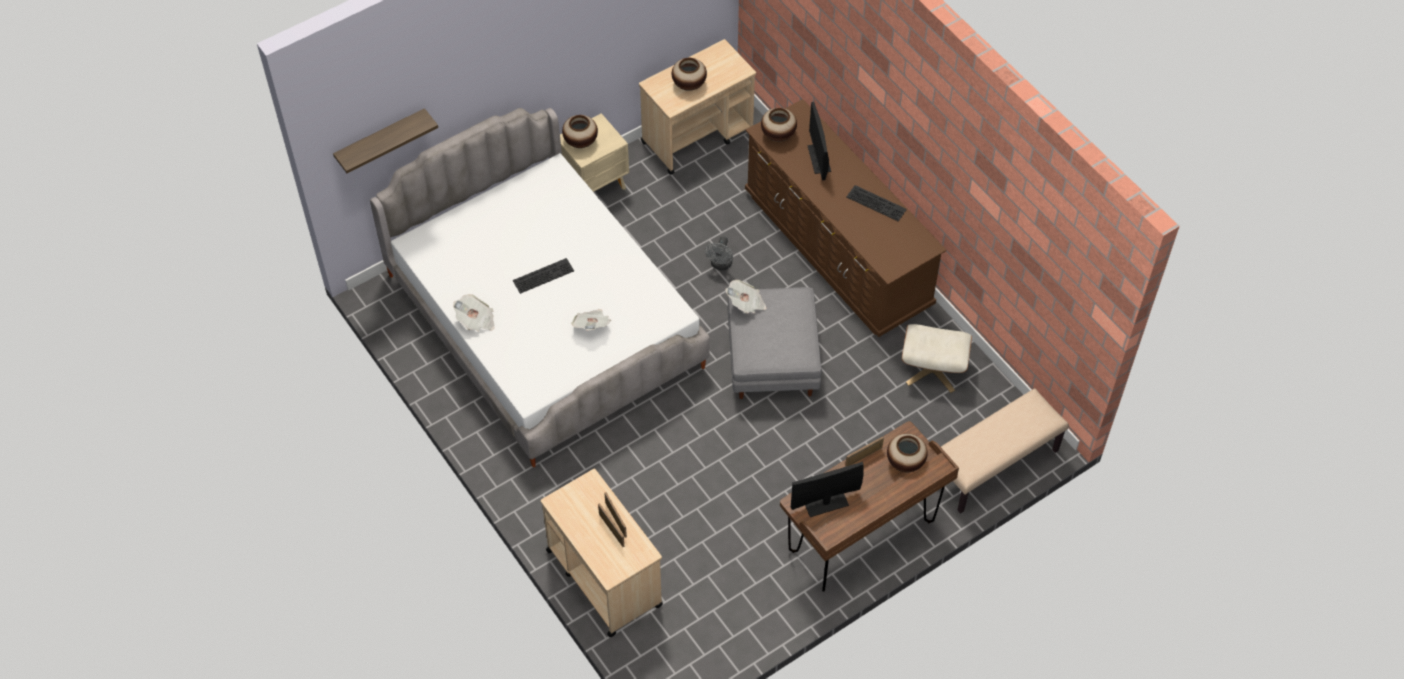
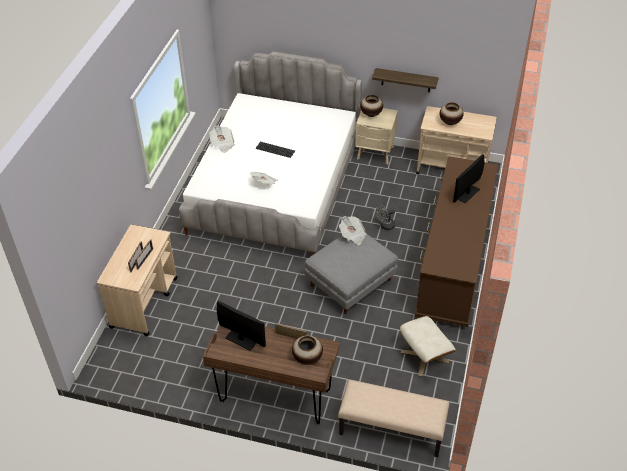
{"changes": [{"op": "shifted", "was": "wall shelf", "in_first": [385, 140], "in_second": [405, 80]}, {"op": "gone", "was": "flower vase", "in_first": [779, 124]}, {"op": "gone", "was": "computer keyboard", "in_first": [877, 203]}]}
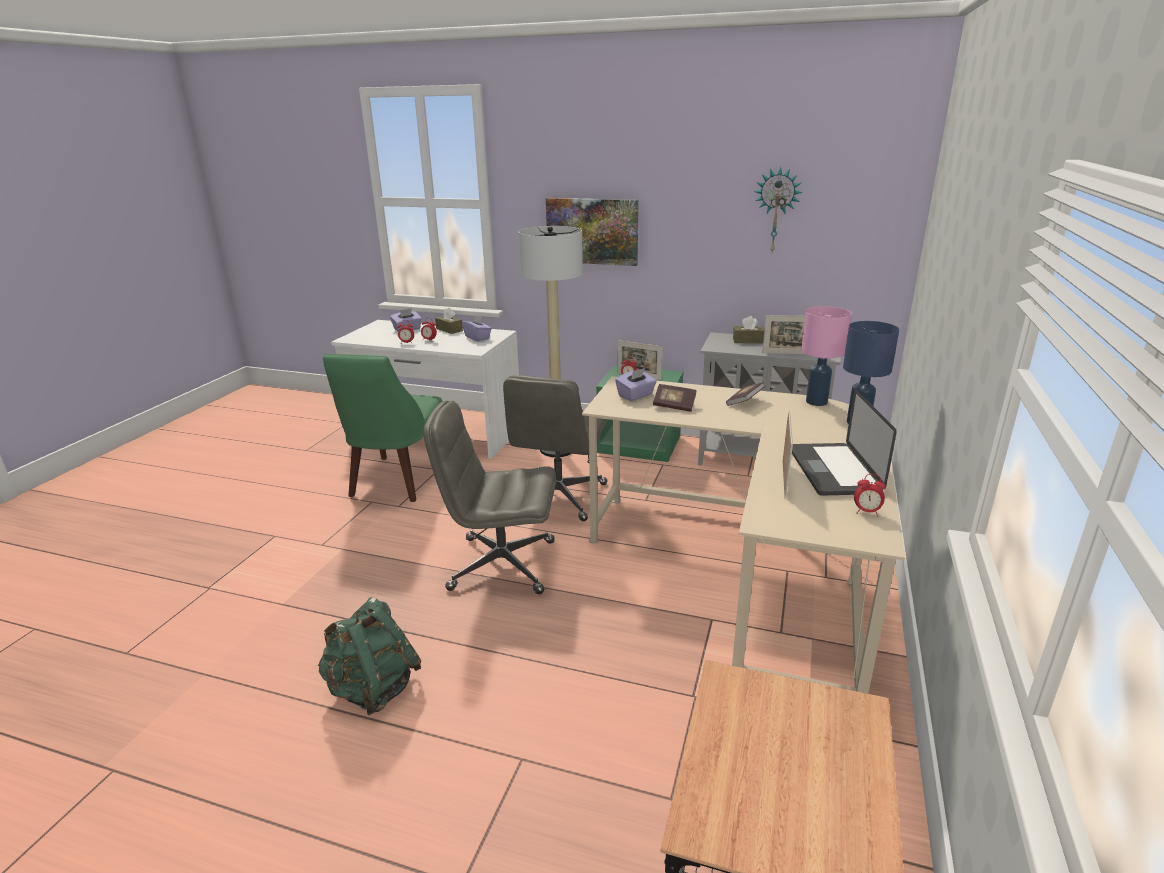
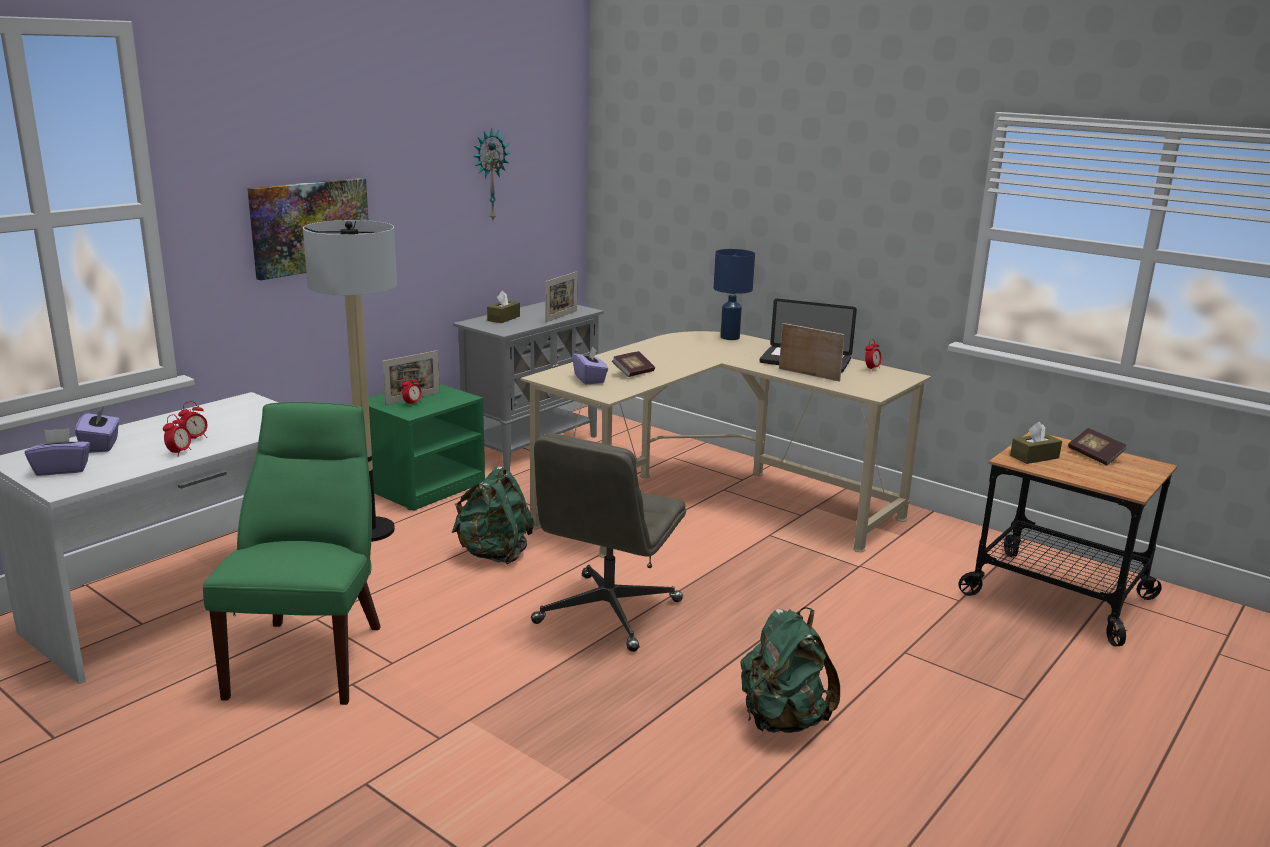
{"changes": [{"op": "gone", "was": "pink lamp for a table", "in_first": [826, 356]}, {"op": "shifted", "was": "brown-coloured tissue holder", "in_first": [449, 321], "in_second": [1036, 443]}, {"op": "shifted", "was": "purple tissue holder", "in_first": [477, 328], "in_second": [57, 452]}, {"op": "rotated", "was": "greenish plain chair", "in_first": [382, 428], "in_second": [292, 553], "clockwise": -120}, {"op": "swapped", "was": "grey desk chair", "now": "greenish knapsack", "in_first": [555, 448], "in_second": [492, 515]}, {"op": "shifted", "was": "volume", "in_first": [745, 394], "in_second": [1097, 446]}]}
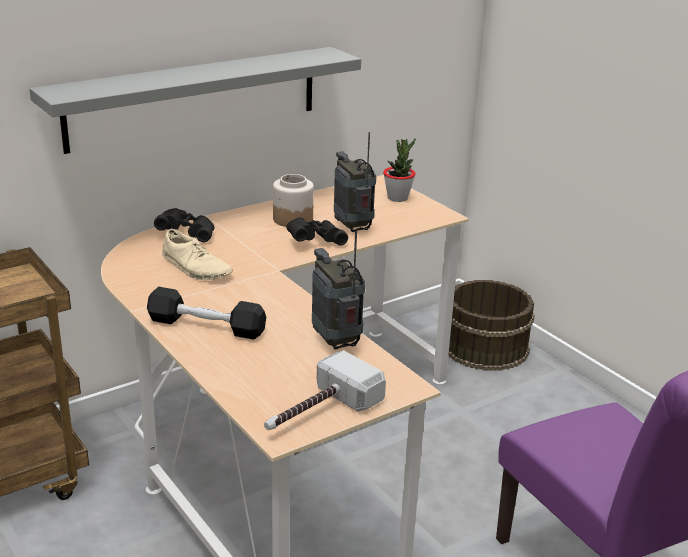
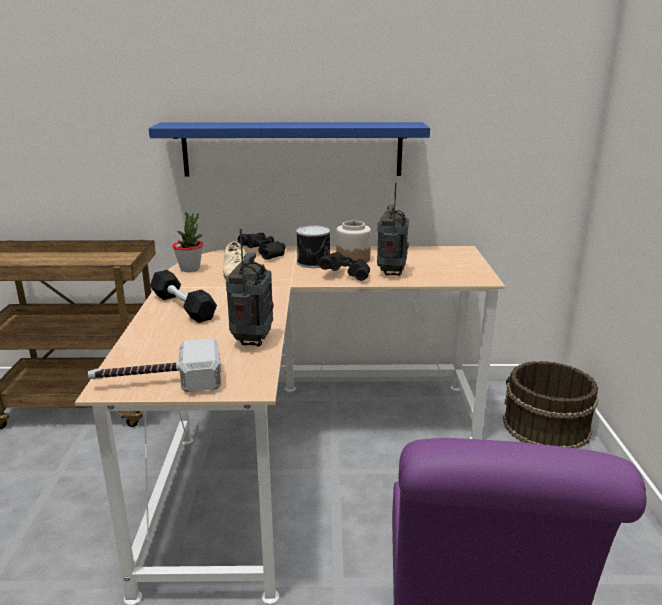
{"changes": [{"op": "repainted", "was": "grey wall shelf", "now": "bluish wall shelf", "in_first": [195, 100], "in_second": [289, 149]}, {"op": "shifted", "was": "plant in a pot", "in_first": [399, 170], "in_second": [187, 242]}, {"op": "new", "now": "sealed can", "in_second": [313, 246]}]}
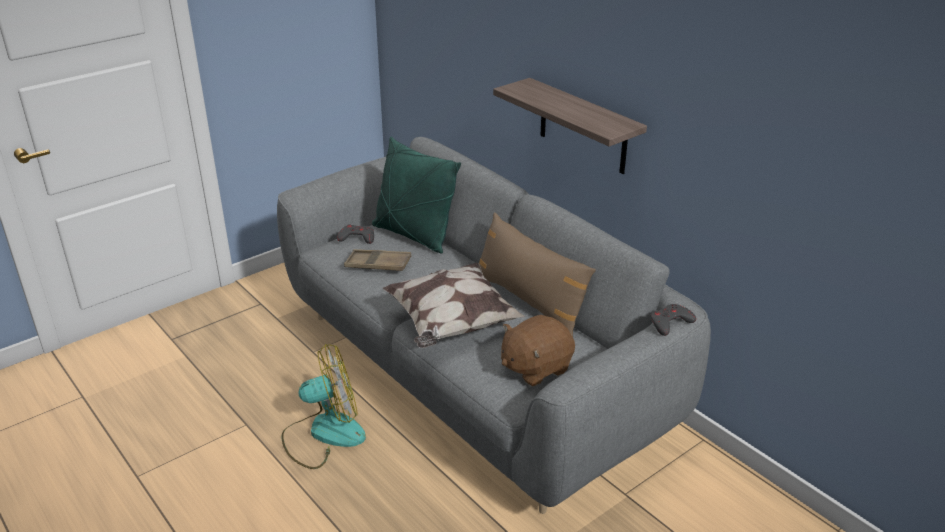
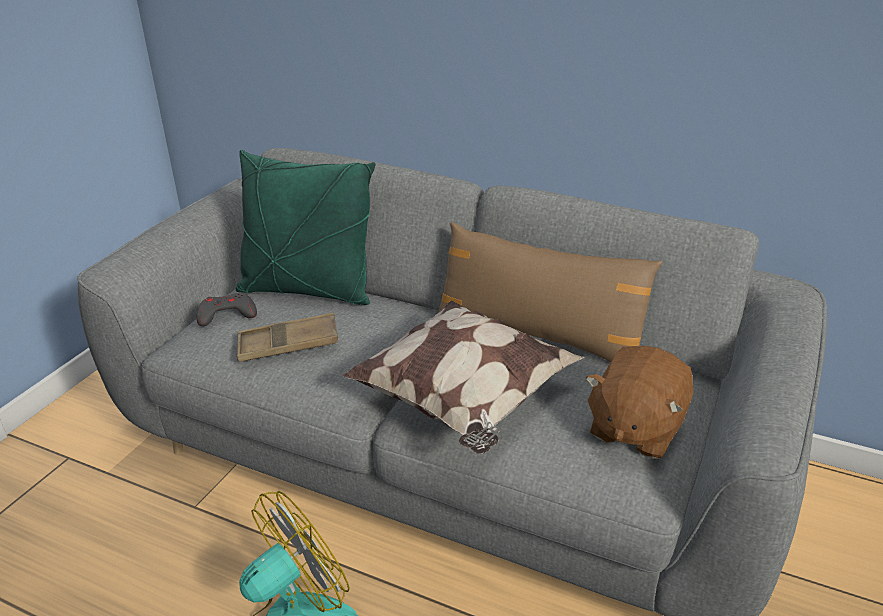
{"changes": [{"op": "gone", "was": "wall shelf", "in_first": [570, 126]}, {"op": "gone", "was": "grey gamepad", "in_first": [673, 320]}]}
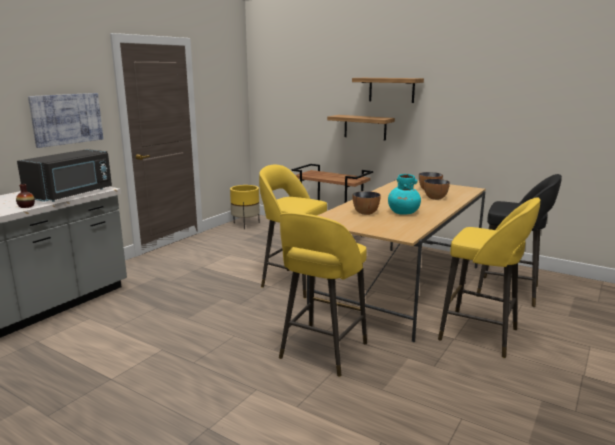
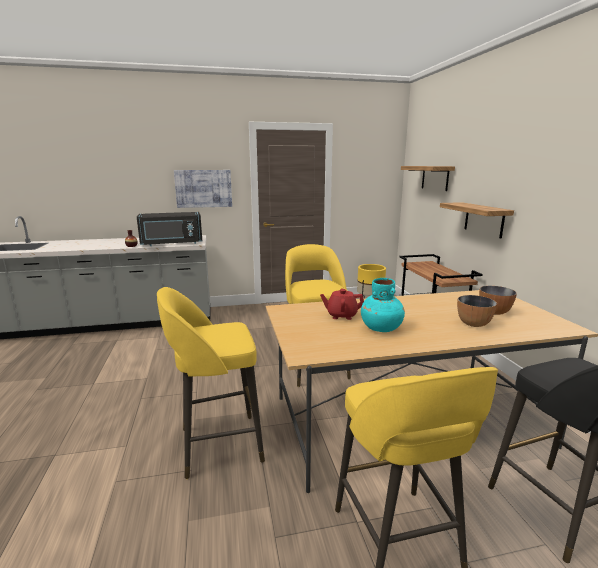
{"changes": [{"op": "shifted", "was": "wall shelf", "in_first": [388, 90], "in_second": [428, 178]}, {"op": "swapped", "was": "bowl", "now": "reddish pot for tea", "in_first": [366, 203], "in_second": [342, 304]}]}
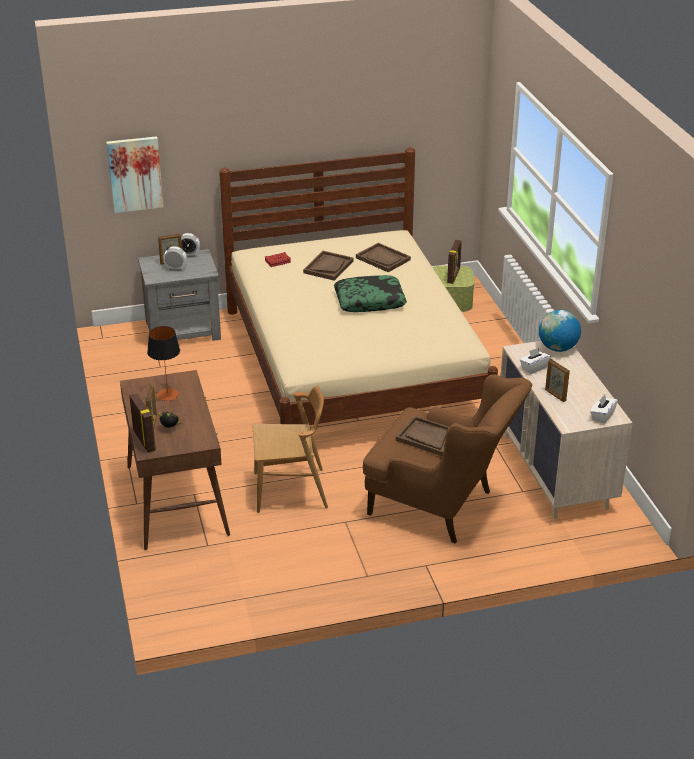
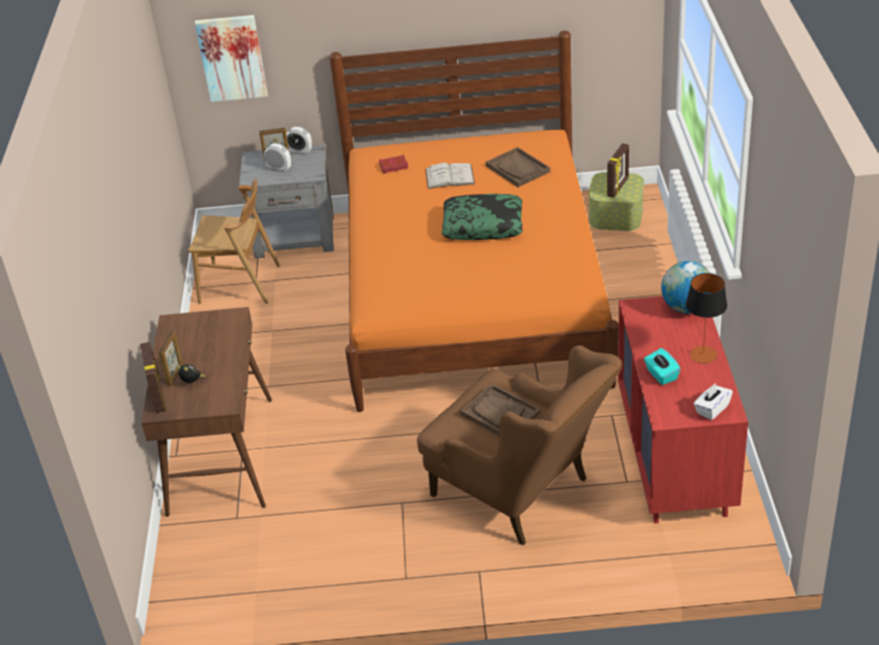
{"changes": [{"op": "repainted", "was": "beige bed", "now": "orangey bed", "in_first": [358, 286], "in_second": [474, 221]}, {"op": "swapped", "was": "brown-coloured tray", "now": "whitish volume", "in_first": [328, 266], "in_second": [450, 176]}, {"op": "shifted", "was": "lamp for a table", "in_first": [163, 363], "in_second": [706, 318]}, {"op": "repainted", "was": "beige chest of drawers", "now": "reddish chest of drawers", "in_first": [567, 430], "in_second": [683, 410]}, {"op": "gone", "was": "whitish tissue holder", "in_first": [535, 361]}, {"op": "swapped", "was": "photo frame", "now": "turquoise tissue holder", "in_first": [557, 380], "in_second": [662, 366]}, {"op": "shifted", "was": "brown-coloured plain chair", "in_first": [290, 449], "in_second": [234, 241]}]}
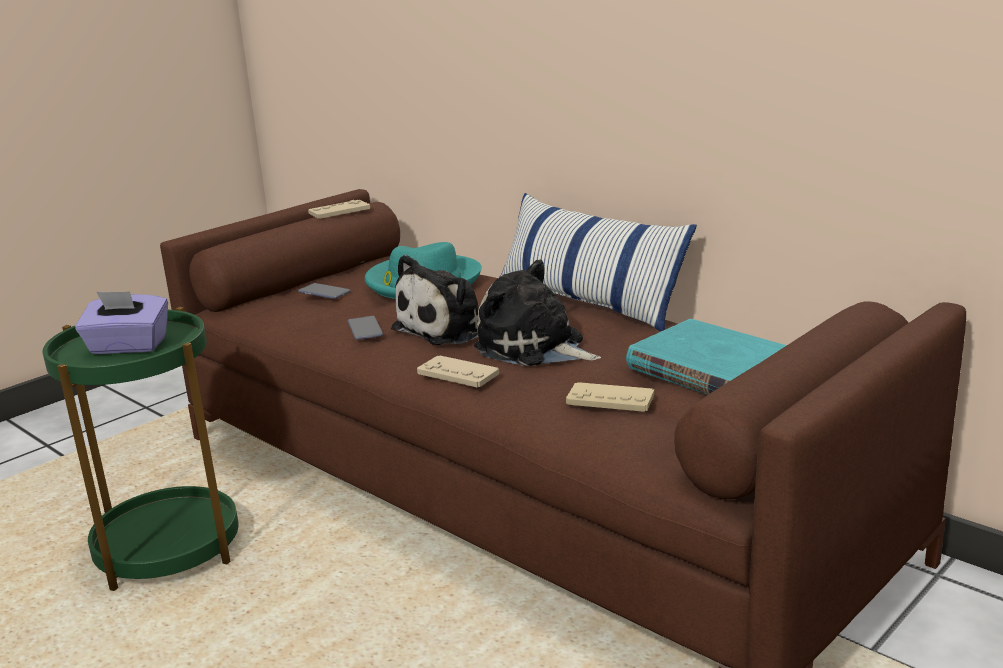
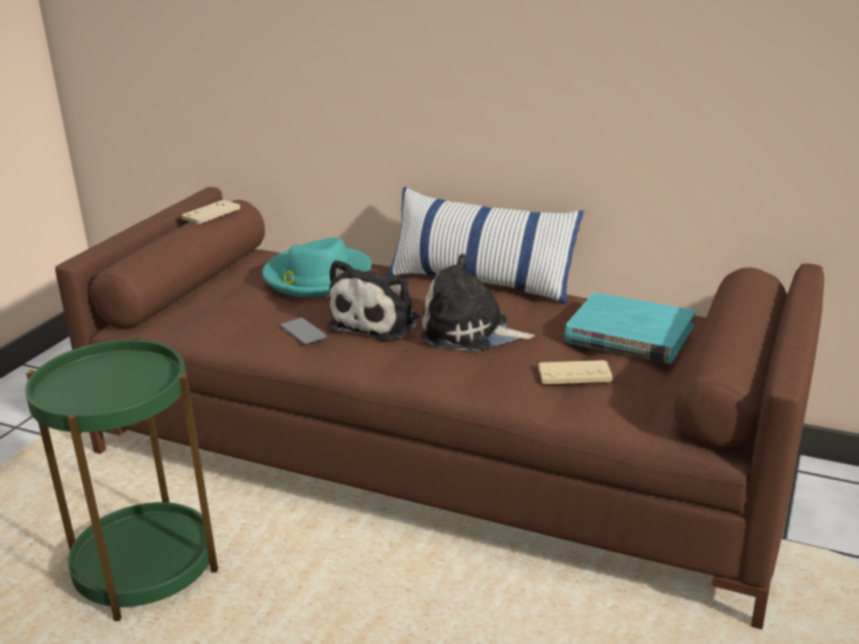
{"changes": [{"op": "gone", "was": "phone", "in_first": [324, 291]}, {"op": "gone", "was": "purple tissue holder", "in_first": [121, 322]}, {"op": "gone", "was": "beige gamepad", "in_first": [458, 371]}]}
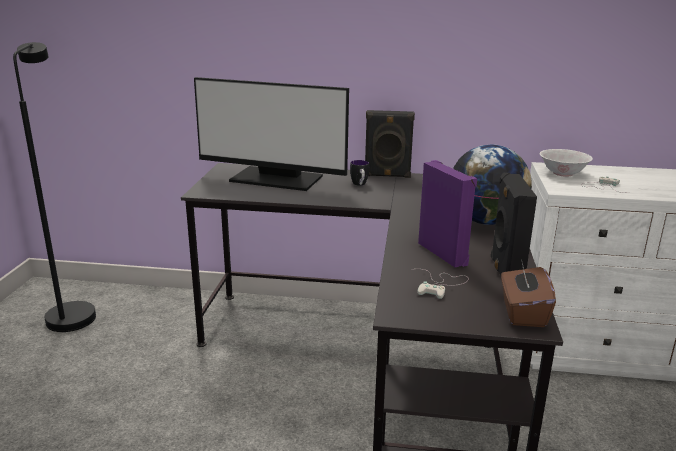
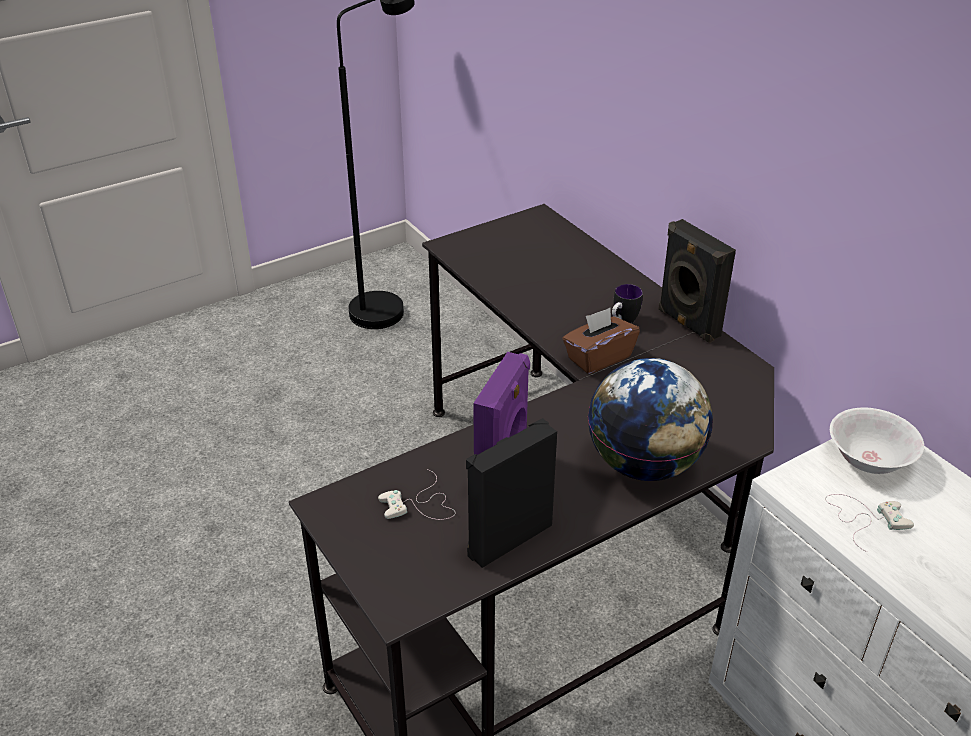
{"changes": [{"op": "gone", "was": "monitor", "in_first": [271, 134]}, {"op": "shifted", "was": "brown-coloured tissue holder", "in_first": [528, 293], "in_second": [601, 341]}]}
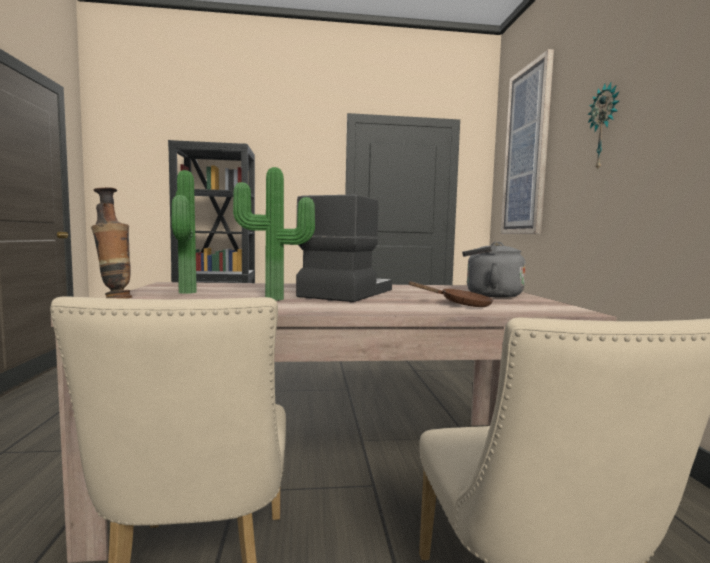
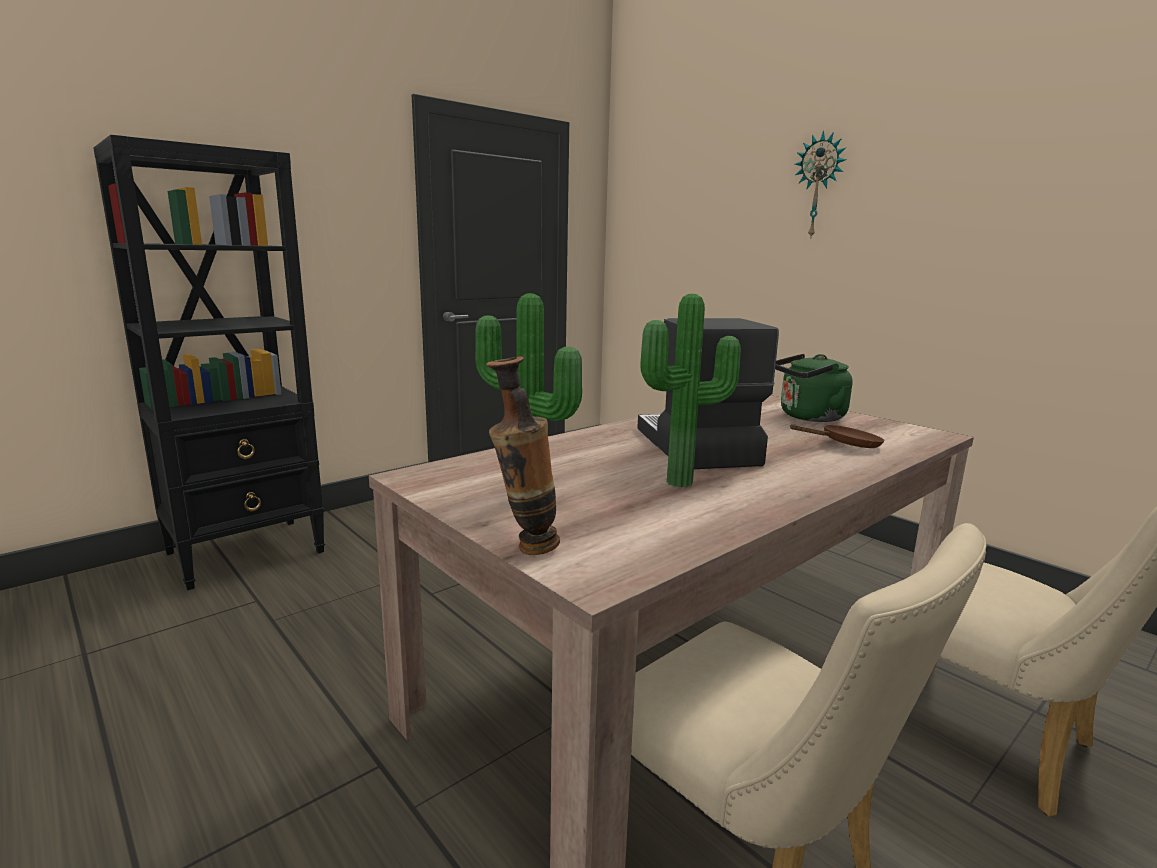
{"changes": [{"op": "gone", "was": "wall picture", "in_first": [527, 141]}, {"op": "repainted", "was": "grey water kettle", "now": "greenish water kettle", "in_first": [494, 270], "in_second": [814, 388]}]}
